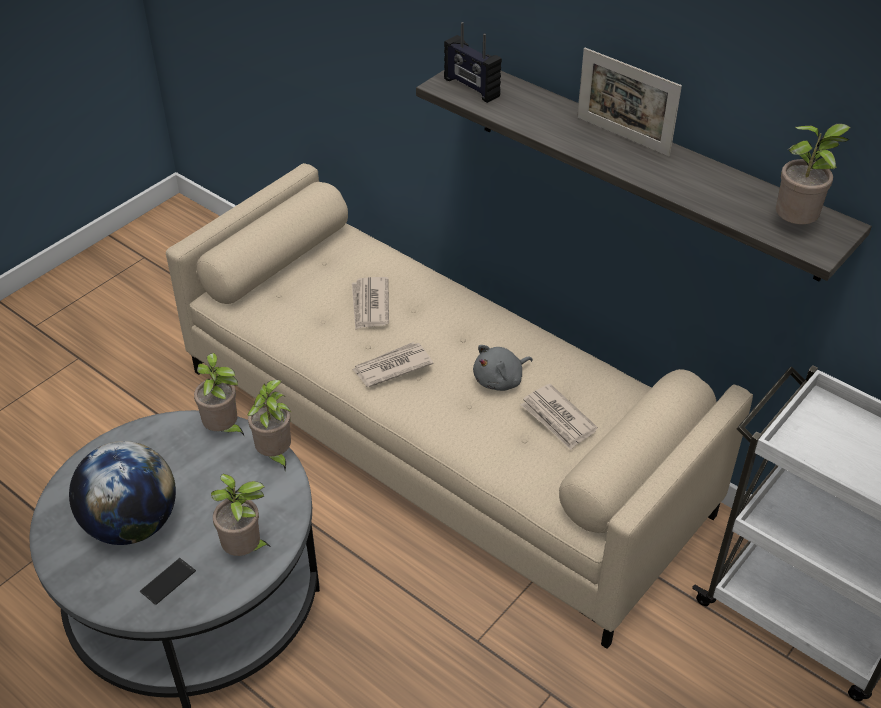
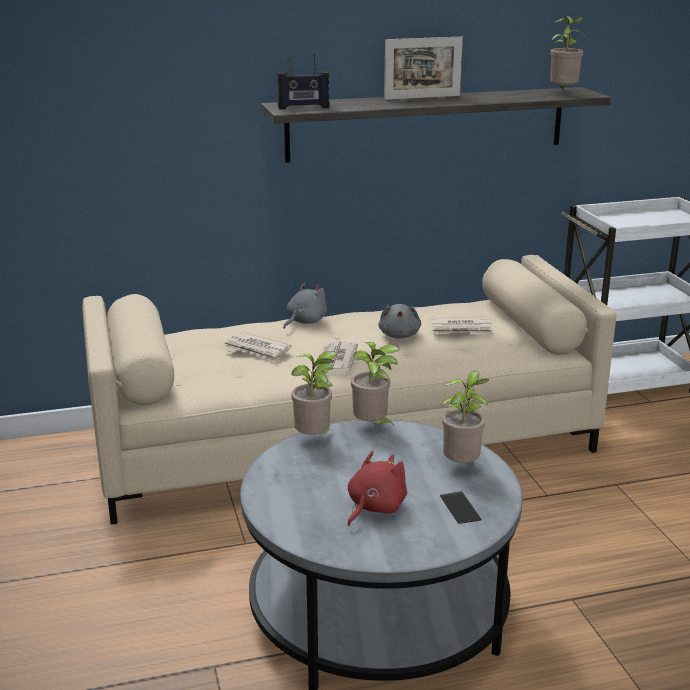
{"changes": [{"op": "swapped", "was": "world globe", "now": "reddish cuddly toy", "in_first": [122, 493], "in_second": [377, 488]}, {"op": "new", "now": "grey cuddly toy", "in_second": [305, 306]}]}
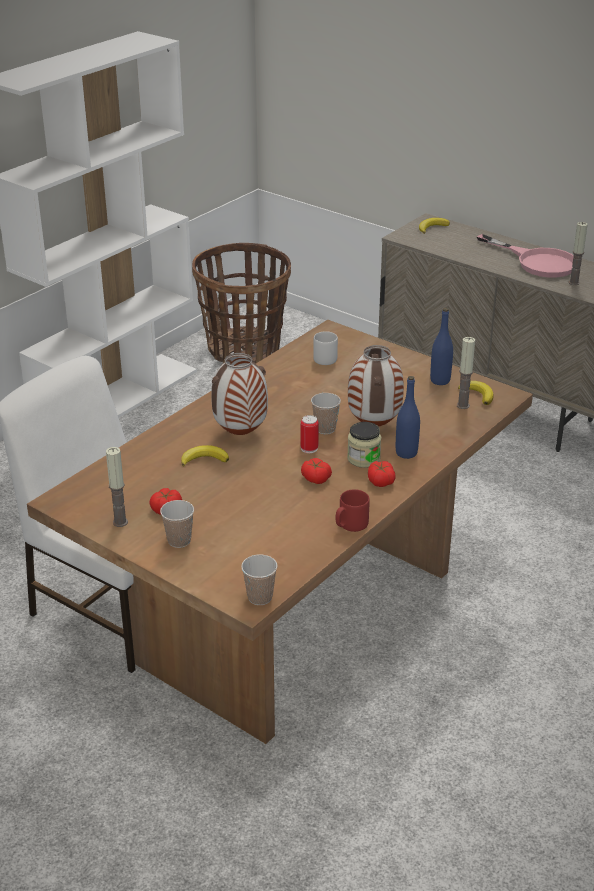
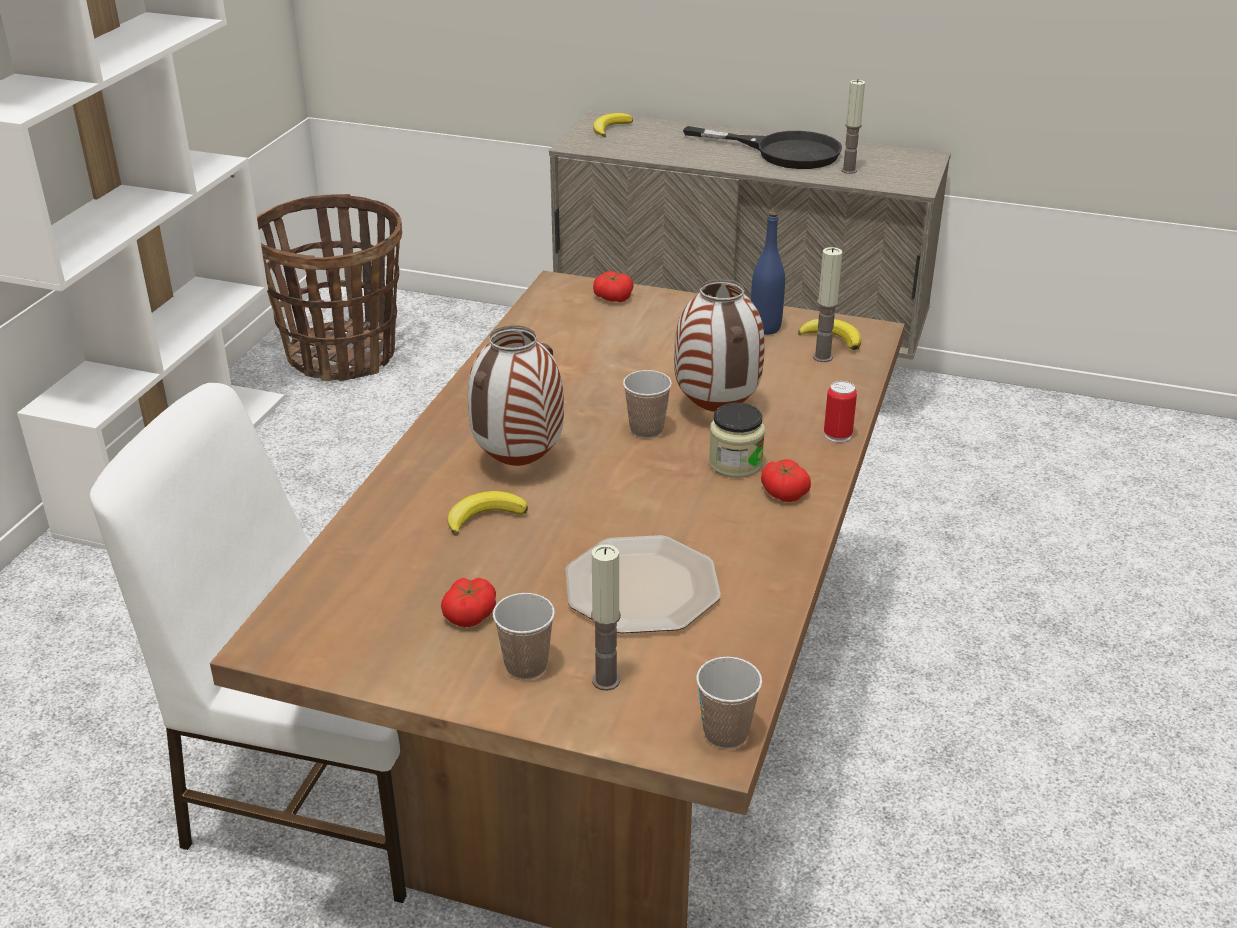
{"changes": [{"op": "repainted", "was": "pink pan", "now": "black-coloured pan", "in_first": [525, 256], "in_second": [762, 147]}, {"op": "gone", "was": "grey mug", "in_first": [325, 348]}, {"op": "gone", "was": "bluish beverage bottle", "in_first": [408, 417]}, {"op": "shifted", "was": "sealed can", "in_first": [309, 434], "in_second": [840, 411]}, {"op": "shifted", "was": "wax light", "in_first": [117, 487], "in_second": [606, 617]}, {"op": "shifted", "was": "whole tomato", "in_first": [316, 471], "in_second": [613, 286]}, {"op": "gone", "was": "reddish mug", "in_first": [353, 510]}, {"op": "new", "now": "flat dish", "in_second": [643, 584]}]}
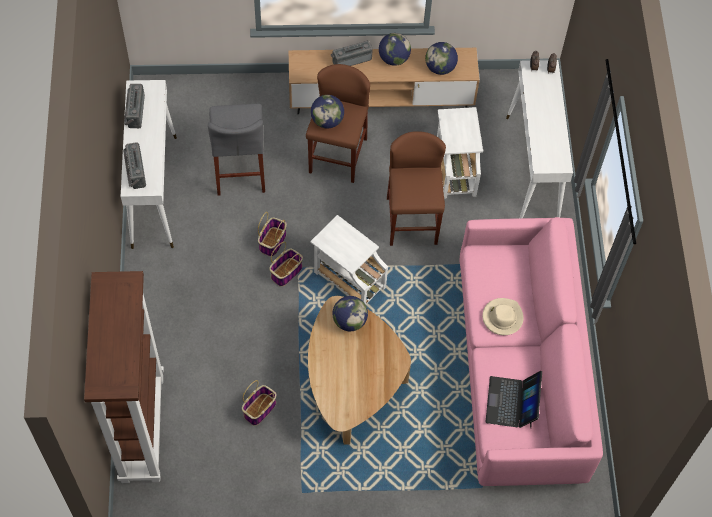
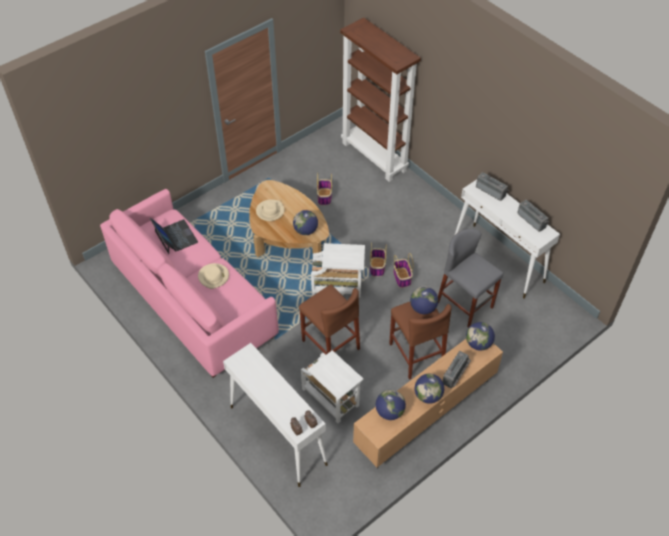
{"changes": [{"op": "new", "now": "beige hat", "in_second": [270, 210]}, {"op": "new", "now": "world globe", "in_second": [480, 336]}]}
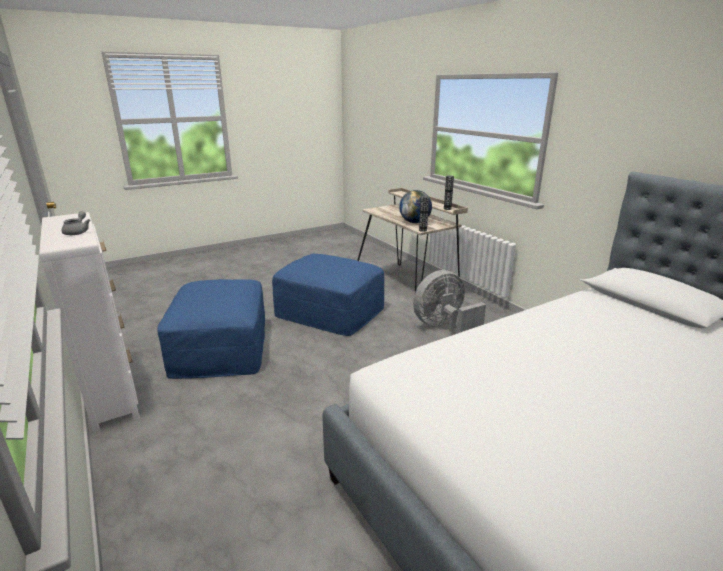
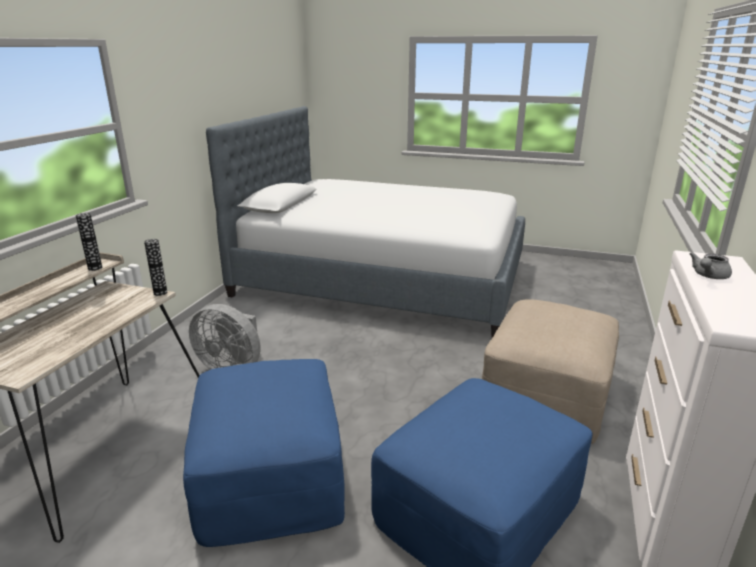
{"changes": [{"op": "gone", "was": "world globe", "in_first": [415, 206]}, {"op": "new", "now": "beige pouffe", "in_second": [550, 371]}]}
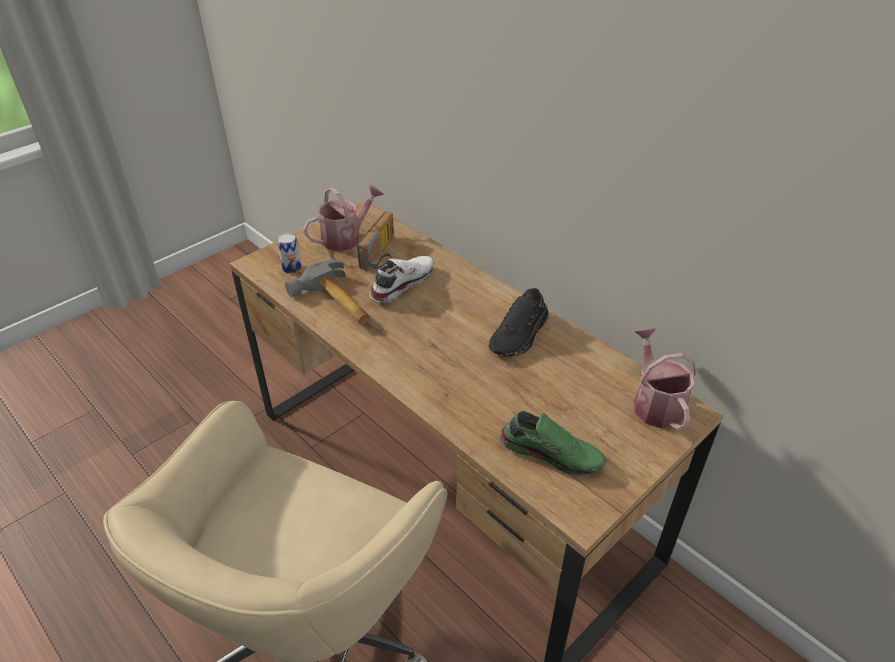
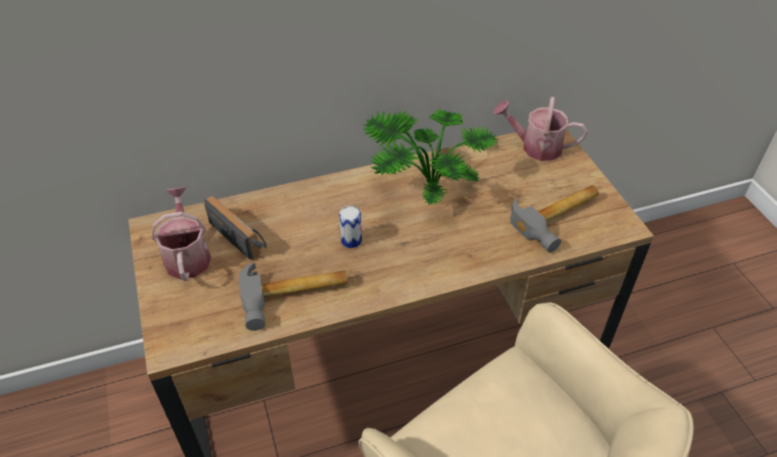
{"changes": [{"op": "shifted", "was": "sealed can", "in_first": [289, 253], "in_second": [350, 227]}, {"op": "gone", "was": "whitish low shoe", "in_first": [401, 279]}, {"op": "swapped", "was": "black-coloured low shoe", "now": "plant in a pot", "in_first": [519, 322], "in_second": [429, 157]}, {"op": "swapped", "was": "greenish low shoe", "now": "hand hammer", "in_first": [553, 443], "in_second": [554, 219]}]}
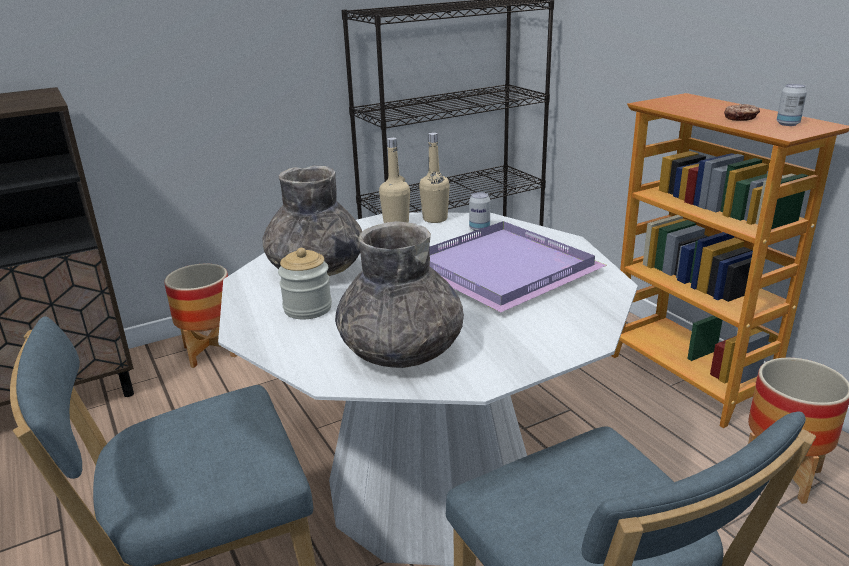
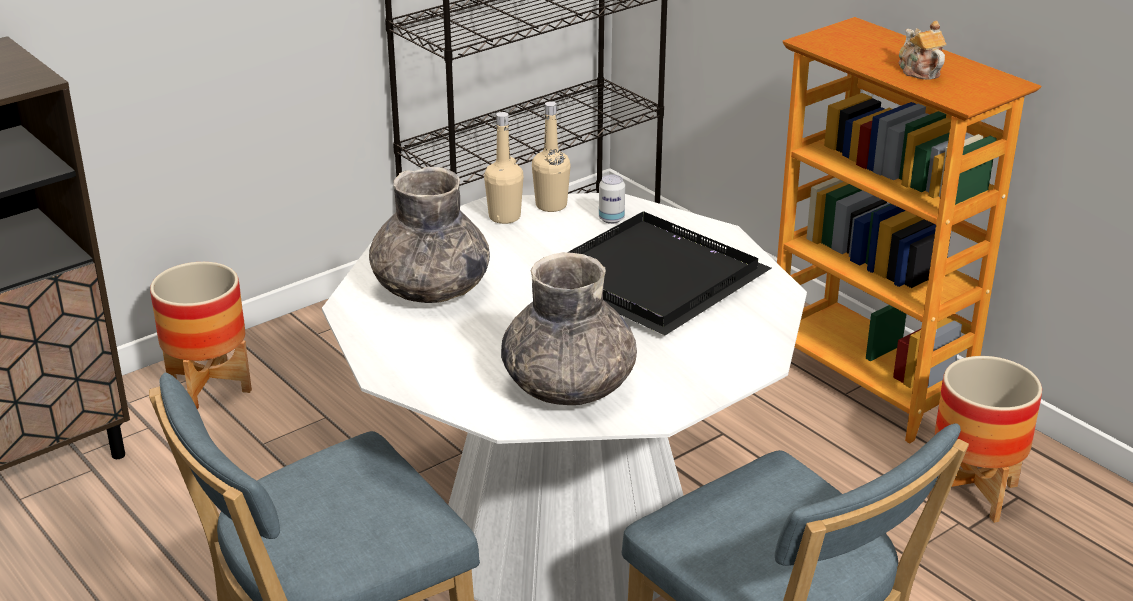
{"changes": [{"op": "gone", "was": "sealed can", "in_first": [792, 105]}, {"op": "swapped", "was": "doughnut", "now": "pot for tea", "in_first": [742, 112], "in_second": [923, 50]}, {"op": "repainted", "was": "purple tray", "now": "black-coloured tray", "in_first": [518, 266], "in_second": [669, 273]}, {"op": "gone", "was": "preserve jar", "in_first": [305, 283]}]}
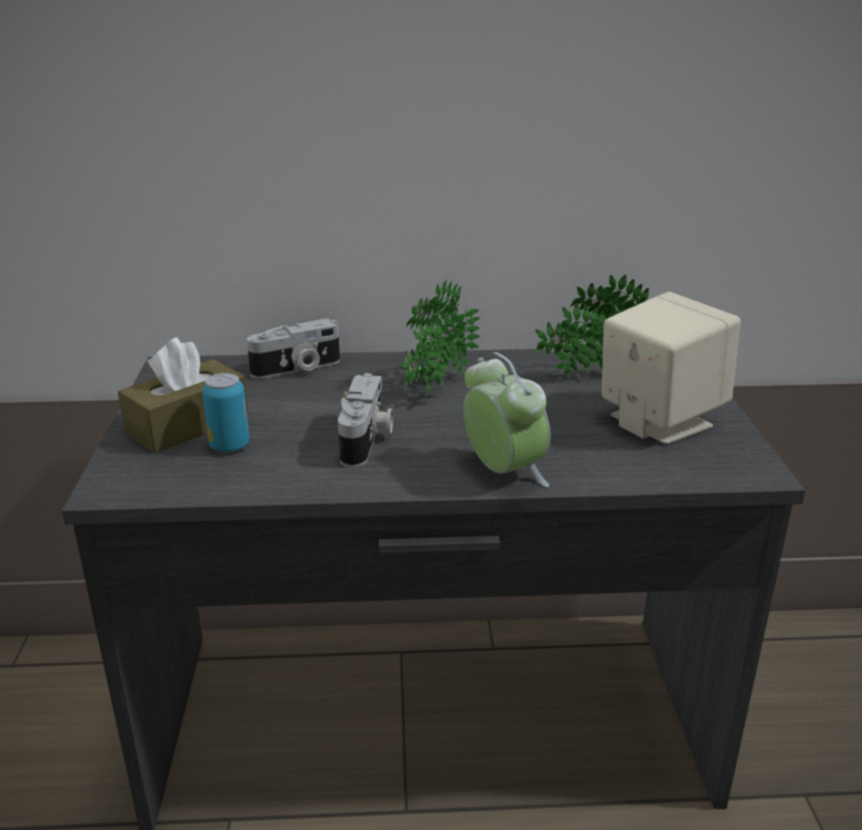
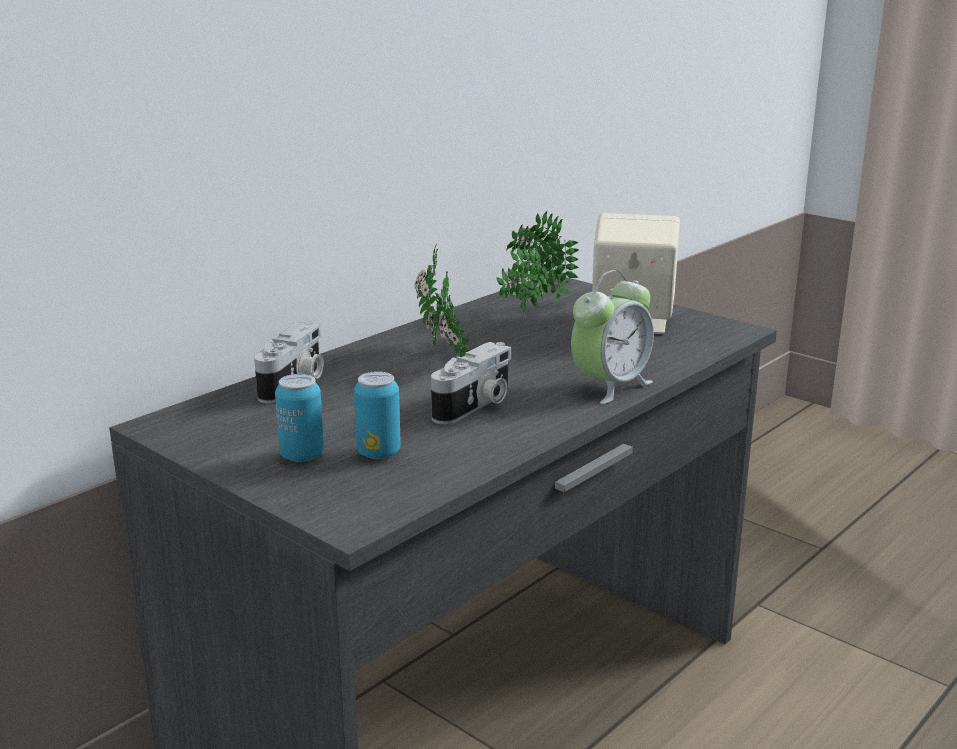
{"changes": [{"op": "swapped", "was": "brown-coloured tissue holder", "now": "sealed can", "in_first": [183, 395], "in_second": [299, 418]}, {"op": "rotated", "was": "alarm clock", "in_first": [507, 419], "in_second": [612, 337], "clockwise": 120}, {"op": "rotated", "was": "photo camera", "in_first": [365, 420], "in_second": [471, 383], "clockwise": 75}]}
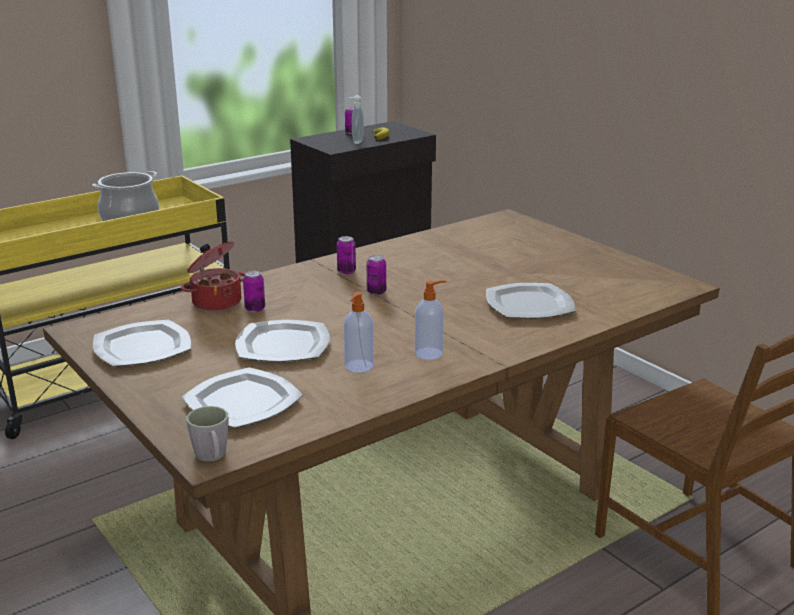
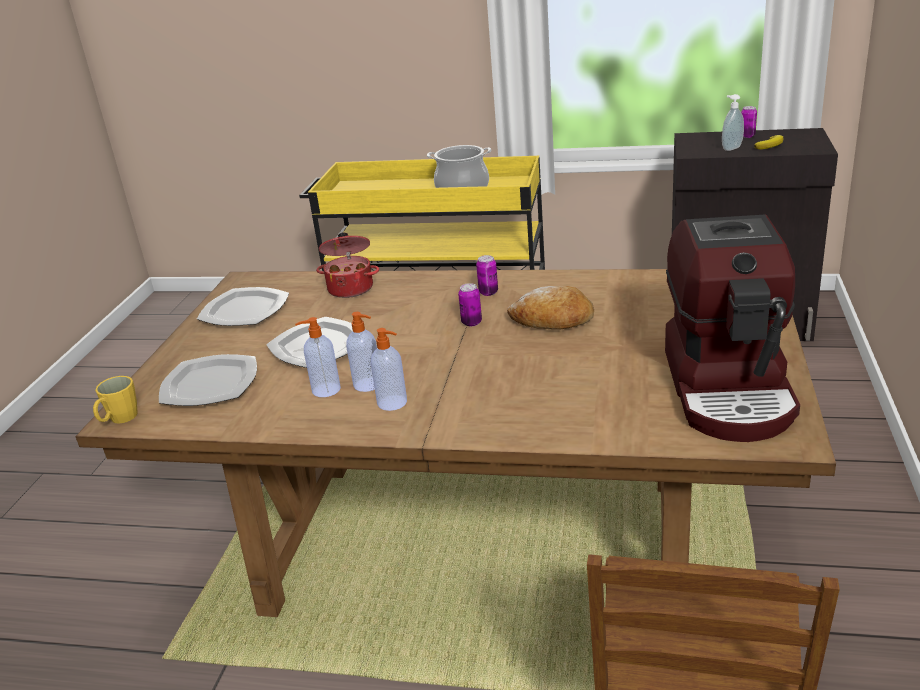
{"changes": [{"op": "gone", "was": "sealed can", "in_first": [254, 291]}, {"op": "gone", "was": "flat dish", "in_first": [531, 300]}, {"op": "repainted", "was": "grey mug", "now": "yellow mug", "in_first": [207, 433], "in_second": [115, 399]}, {"op": "new", "now": "coffee machine", "in_second": [732, 328]}, {"op": "new", "now": "bread", "in_second": [550, 307]}, {"op": "new", "now": "soap dispenser", "in_second": [361, 352]}]}
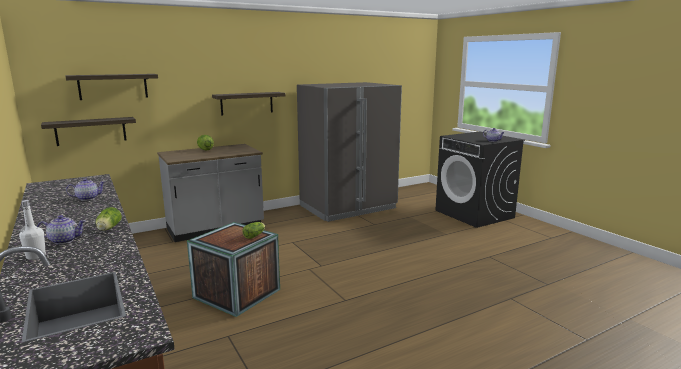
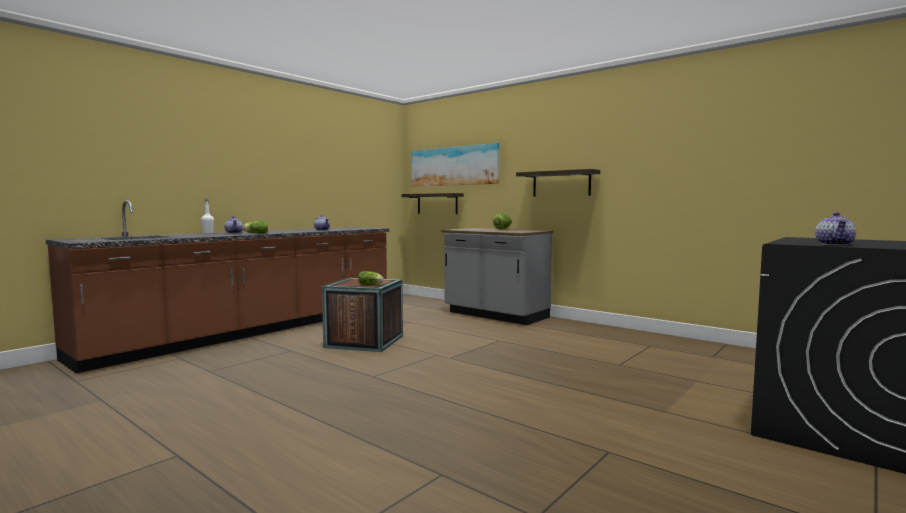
{"changes": [{"op": "swapped", "was": "wall shelf", "now": "wall picture", "in_first": [111, 87], "in_second": [455, 165]}, {"op": "gone", "was": "grey refrigerator", "in_first": [349, 152]}]}
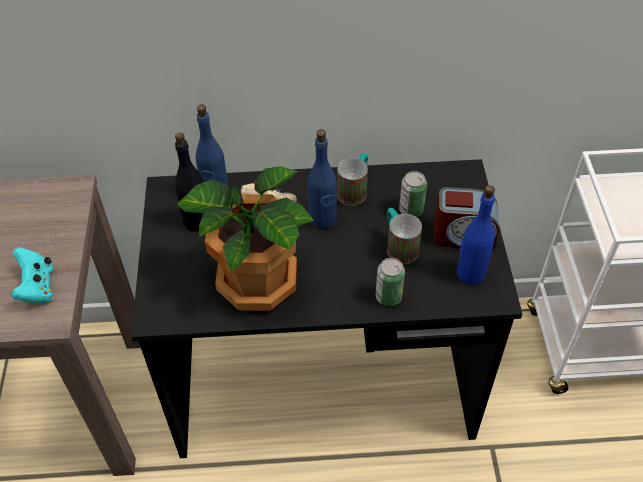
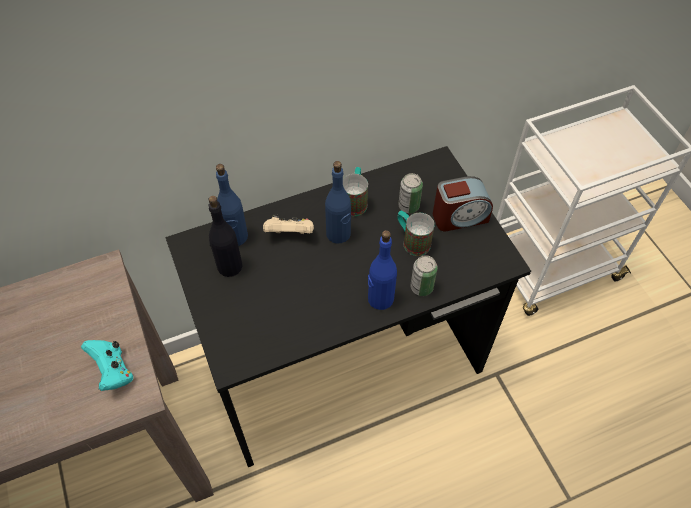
{"changes": [{"op": "gone", "was": "plant in a pot", "in_first": [245, 238]}, {"op": "shifted", "was": "bluish beverage bottle", "in_first": [476, 235], "in_second": [382, 270]}]}
